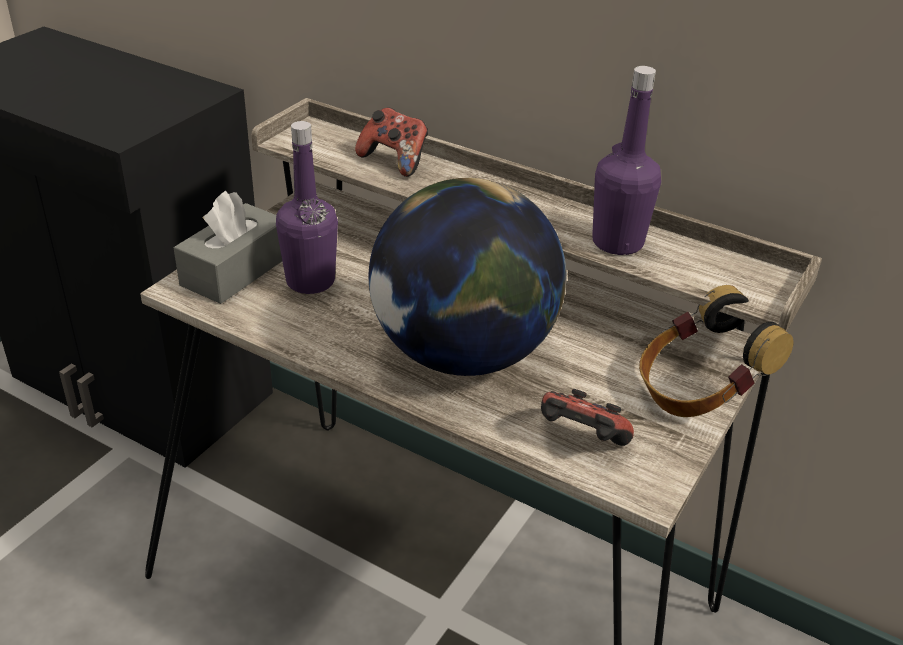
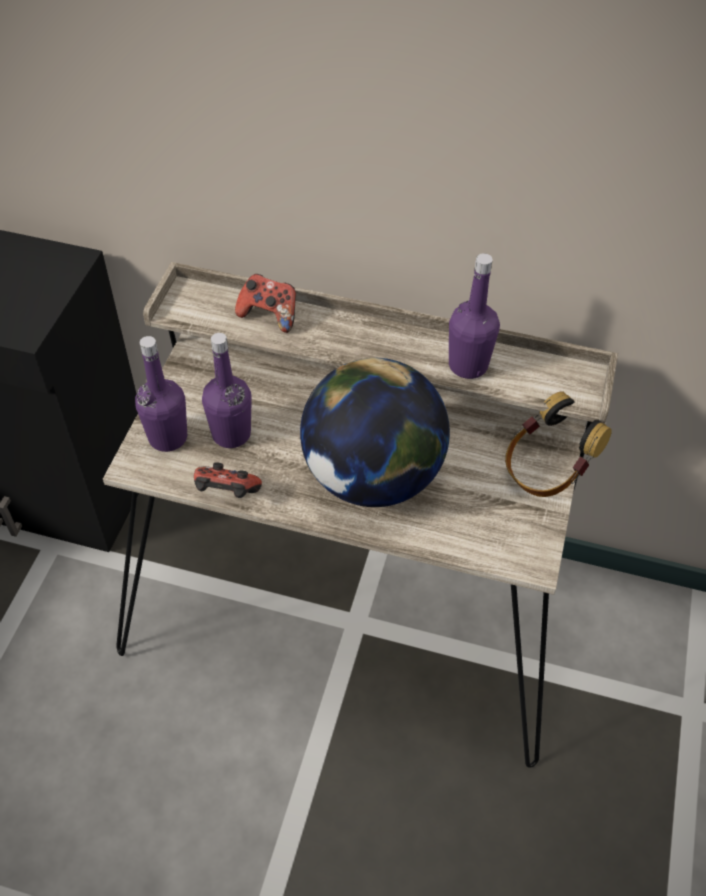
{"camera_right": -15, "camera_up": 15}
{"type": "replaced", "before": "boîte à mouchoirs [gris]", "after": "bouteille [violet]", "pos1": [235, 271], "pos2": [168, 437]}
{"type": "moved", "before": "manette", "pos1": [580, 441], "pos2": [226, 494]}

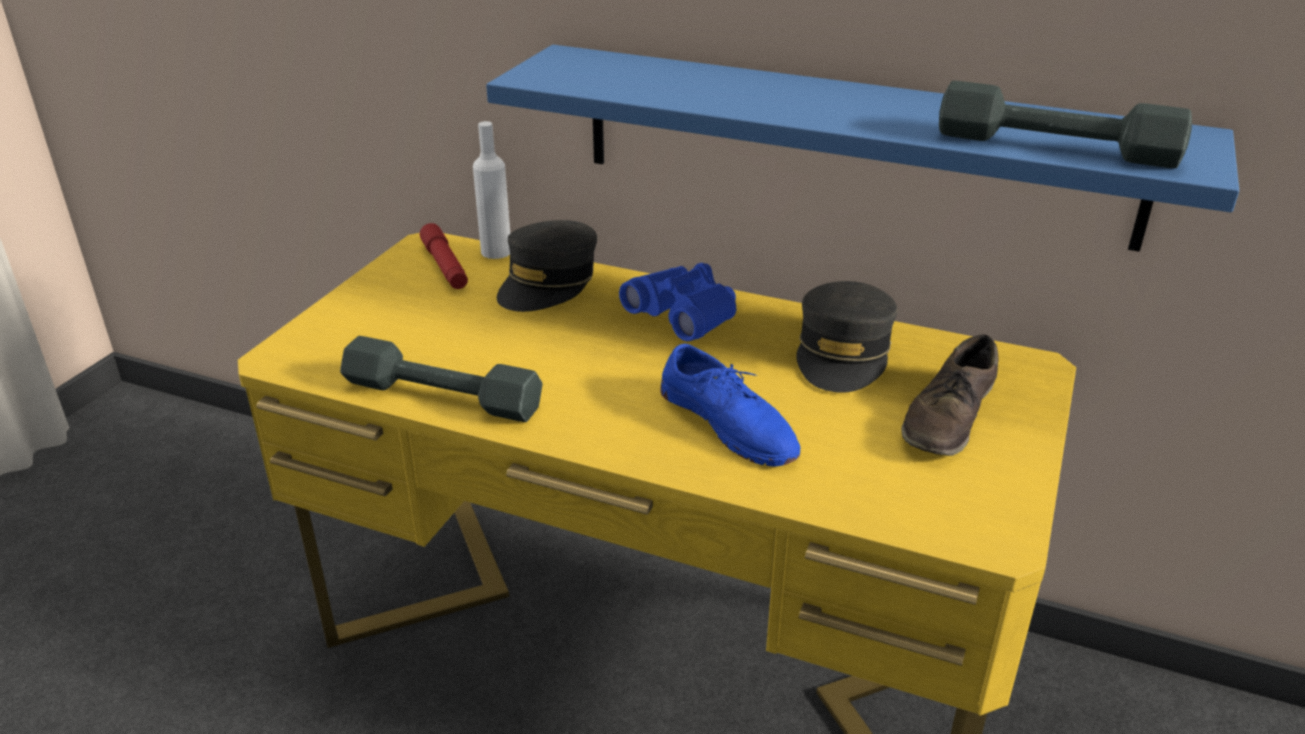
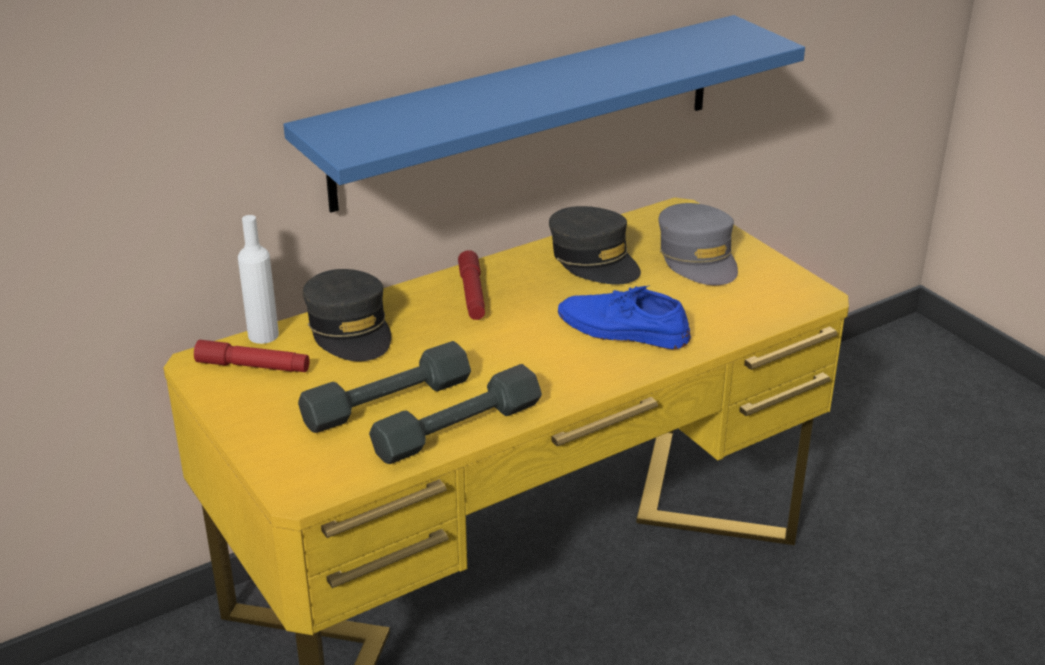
{"camera_right": -55, "camera_up": 0}
{"type": "moved", "before": "haltère [gris]", "pos1": [1055, 147], "pos2": [387, 402]}
{"type": "replaced", "before": "jumelles [bleu]", "after": "lampe de poche [rouge]", "pos1": [683, 314], "pos2": [472, 294]}
{"type": "turned", "before": "chaussure [bleu]", "pos1": [729, 422], "pos2": [622, 329], "turn": -150}
{"type": "replaced", "before": "chaussure [marron]", "after": "casquette [gris]", "pos1": [949, 417], "pos2": [698, 258]}

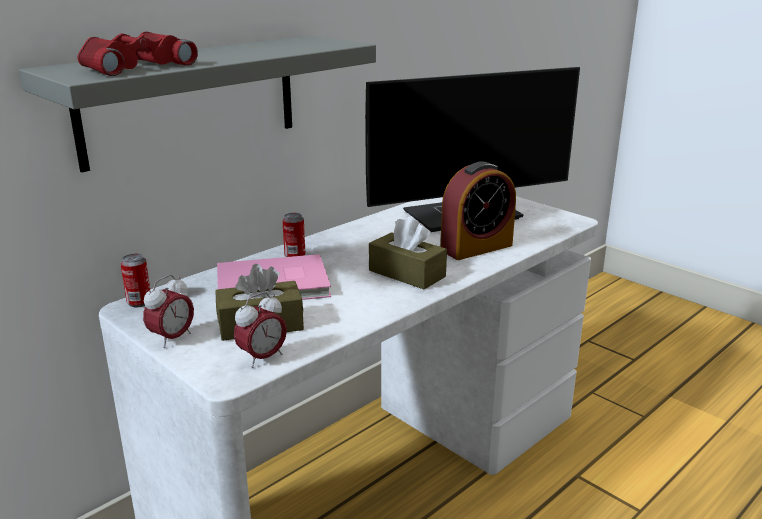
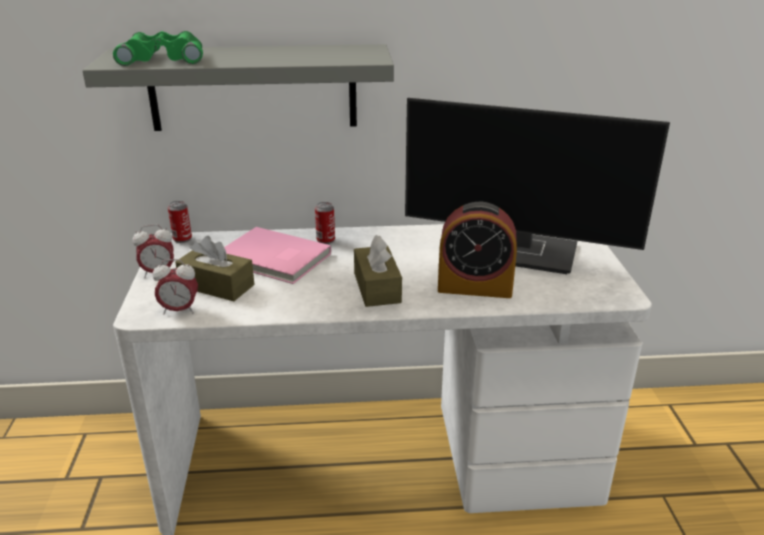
{"camera_right": 40, "camera_up": 5}
{"type": "recoloured", "before": "jumelles [rouge]", "after": "jumelles [vert]", "pos1": [133, 66], "pos2": [163, 58]}

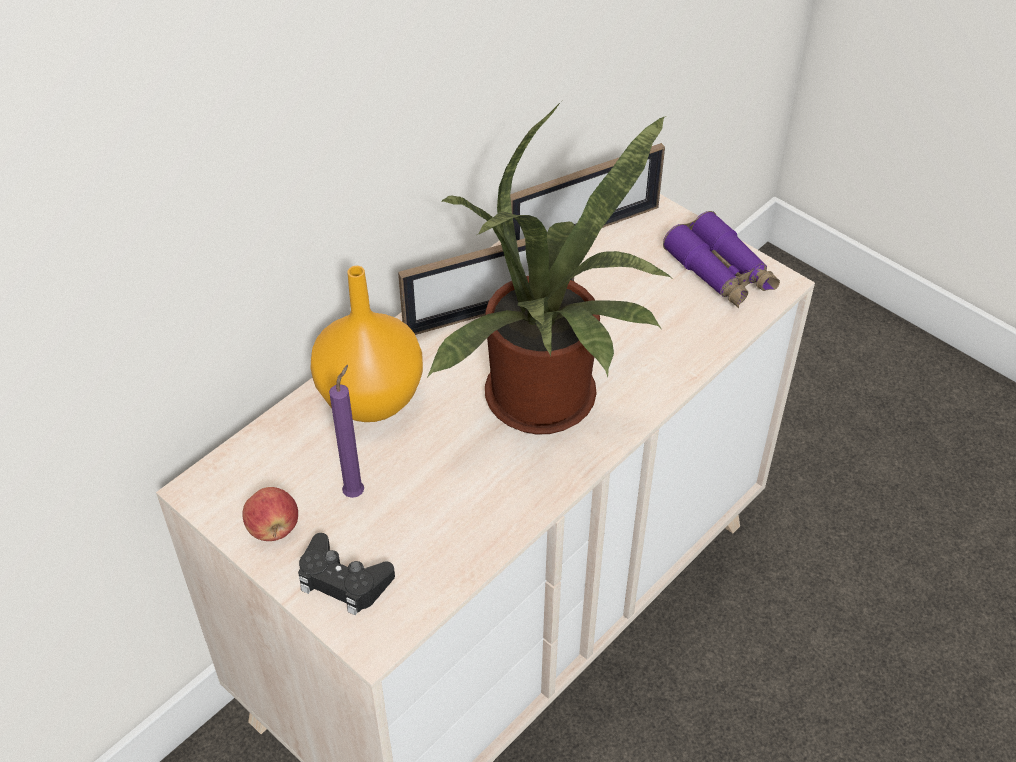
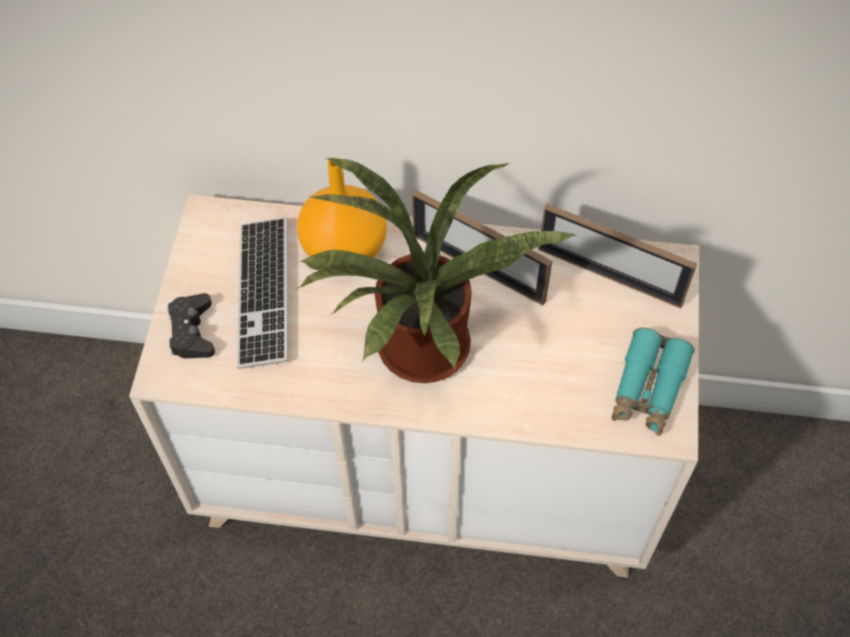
{"camera_right": 55, "camera_up": 10}
{"type": "replaced", "before": "bougie [violet]", "after": "clavier", "pos1": [356, 491], "pos2": [264, 293]}
{"type": "recoloured", "before": "jumelles [violet]", "after": "jumelles [turquoise]", "pos1": [720, 272], "pos2": [648, 389]}
{"type": "removed", "before": "pomme", "pos1": [273, 528]}

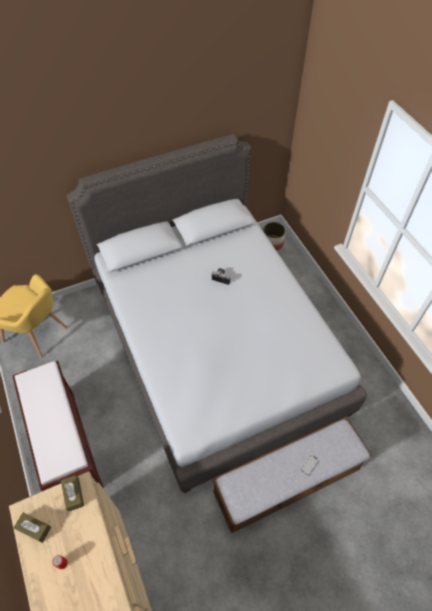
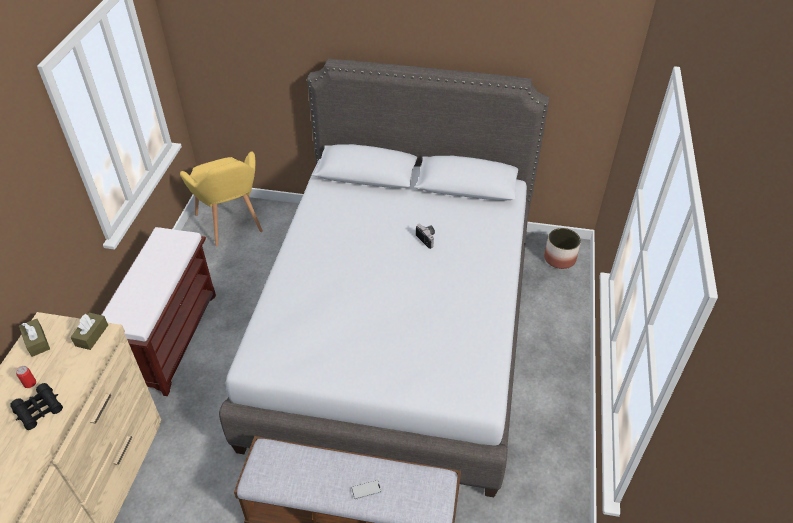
{"camera_right": 35, "camera_up": -10}
{"type": "added", "after": "jumelles [noir]", "pos2": [39, 410]}

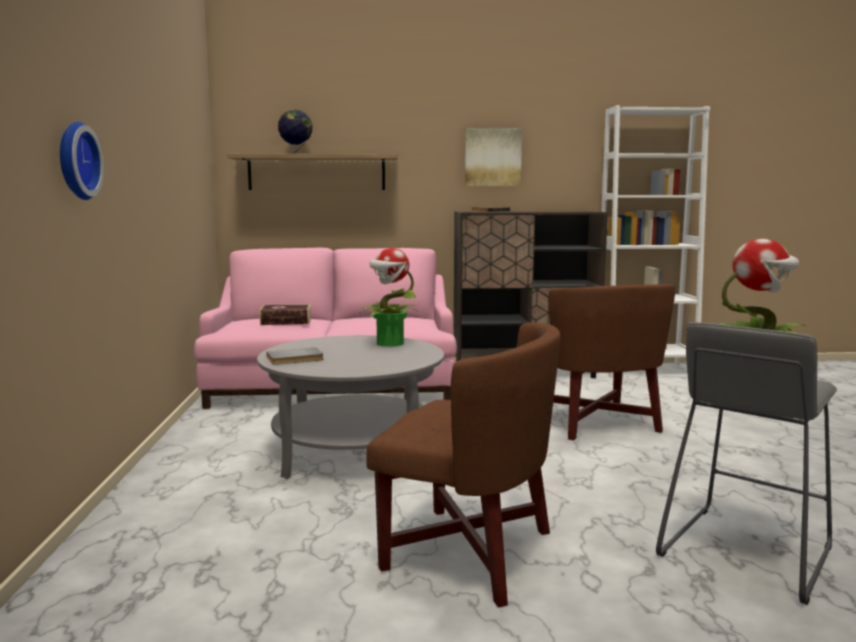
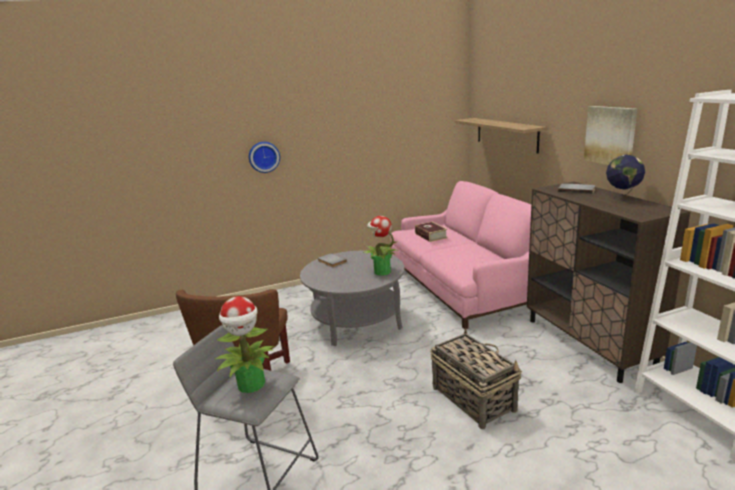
{"camera_right": 75, "camera_up": 10}
{"type": "replaced", "before": "fauteuil [marron]", "after": "panier", "pos1": [598, 423], "pos2": [472, 398]}
{"type": "moved", "before": "globe", "pos1": [296, 154], "pos2": [622, 198]}

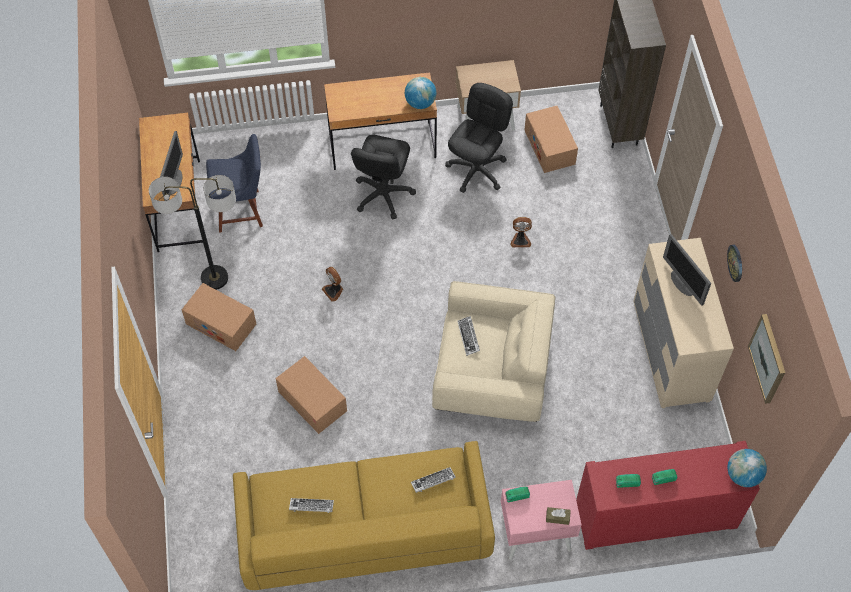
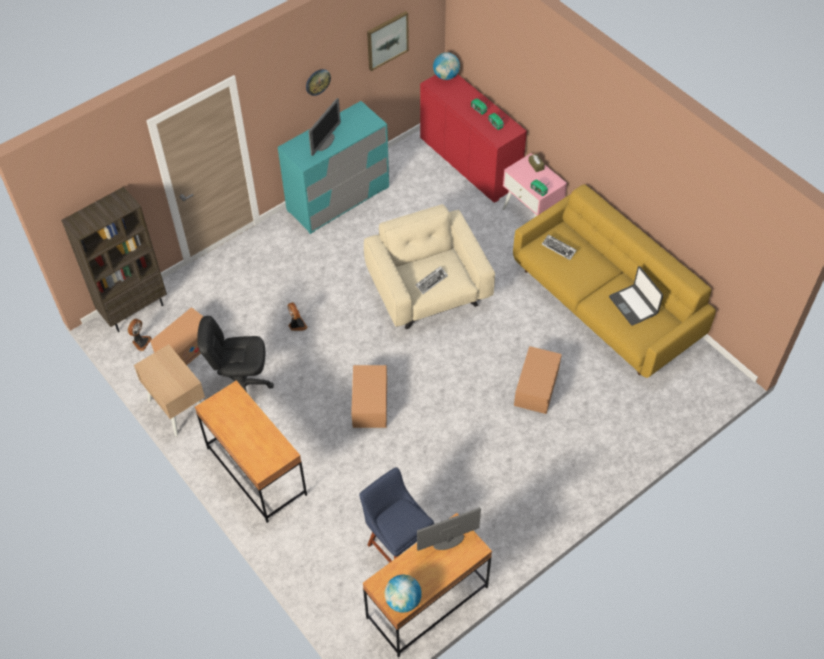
{"camera_right": -120, "camera_up": -5}
{"type": "moved", "before": "ventilateur", "pos1": [334, 291], "pos2": [141, 342]}
{"type": "recoloured", "before": "commode [beige]", "after": "commode [turquoise]", "pos1": [671, 351], "pos2": [338, 199]}
{"type": "moved", "before": "carton", "pos1": [221, 324], "pos2": [370, 403]}
{"type": "moved", "before": "globe", "pos1": [420, 103], "pos2": [403, 600]}
{"type": "replaced", "before": "clavier", "after": "ordinateur portable", "pos1": [311, 506], "pos2": [633, 305]}
{"type": "removed", "before": "lampadaire", "pos1": [214, 278]}
{"type": "removed", "before": "chaise de bureau [noir]", "pos1": [383, 194]}

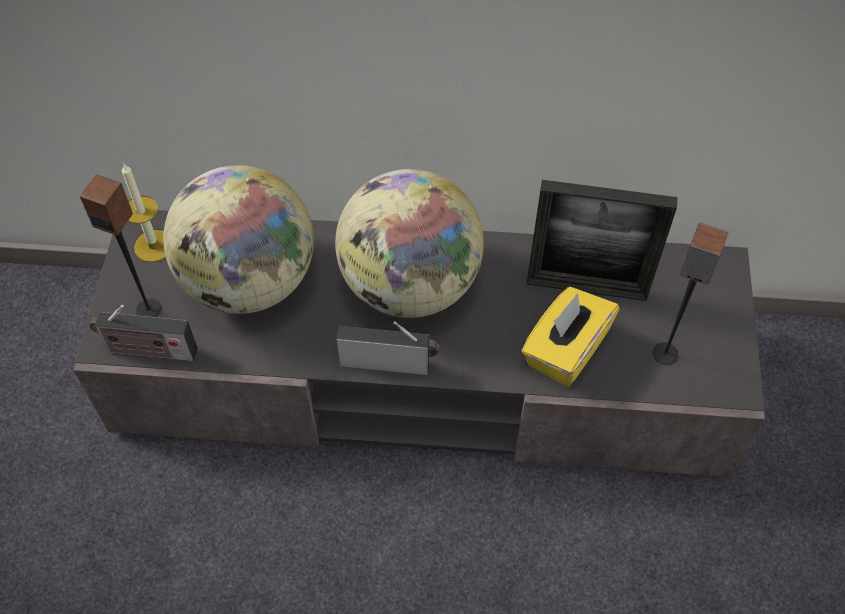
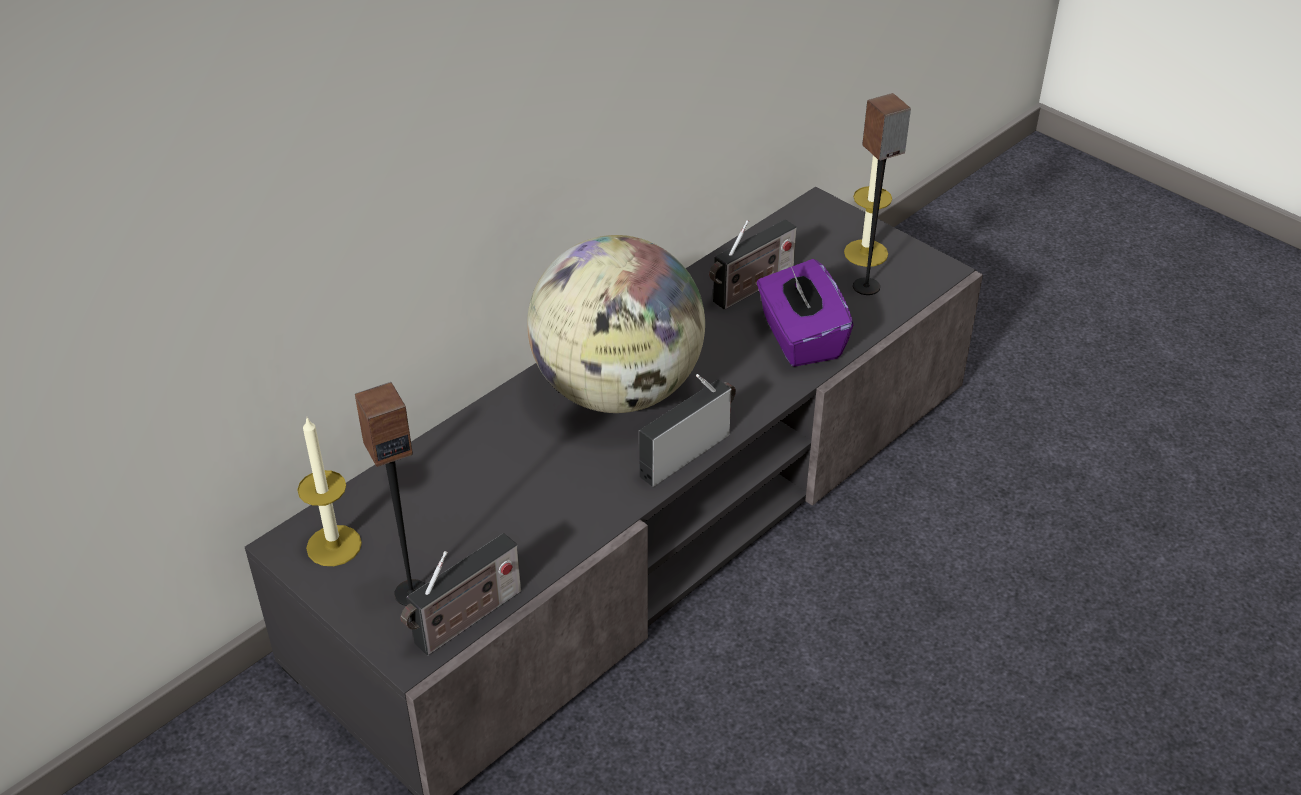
{"camera_right": -50, "camera_up": -15}
{"type": "replaced", "before": "cadre photo", "after": "radio", "pos1": [586, 287], "pos2": [750, 289]}
{"type": "recoloured", "before": "boîte à mouchoirs [jaune]", "after": "boîte à mouchoirs [violet]", "pos1": [565, 350], "pos2": [800, 338]}
{"type": "added", "after": "bougie", "pos2": [866, 253]}
{"type": "removed", "before": "globe", "pos1": [249, 281]}

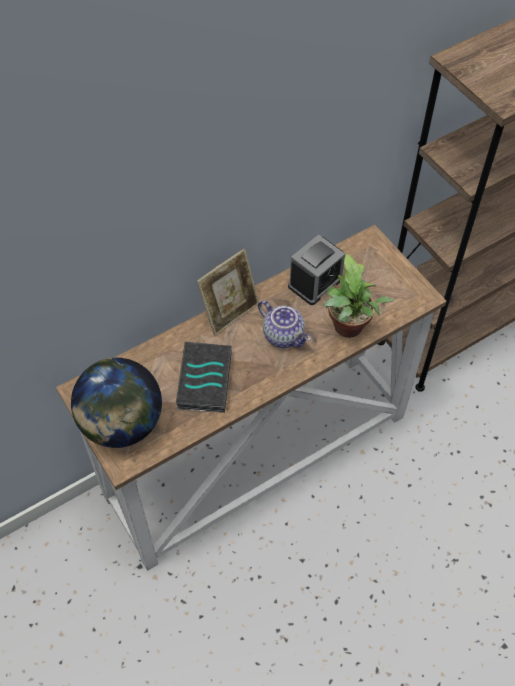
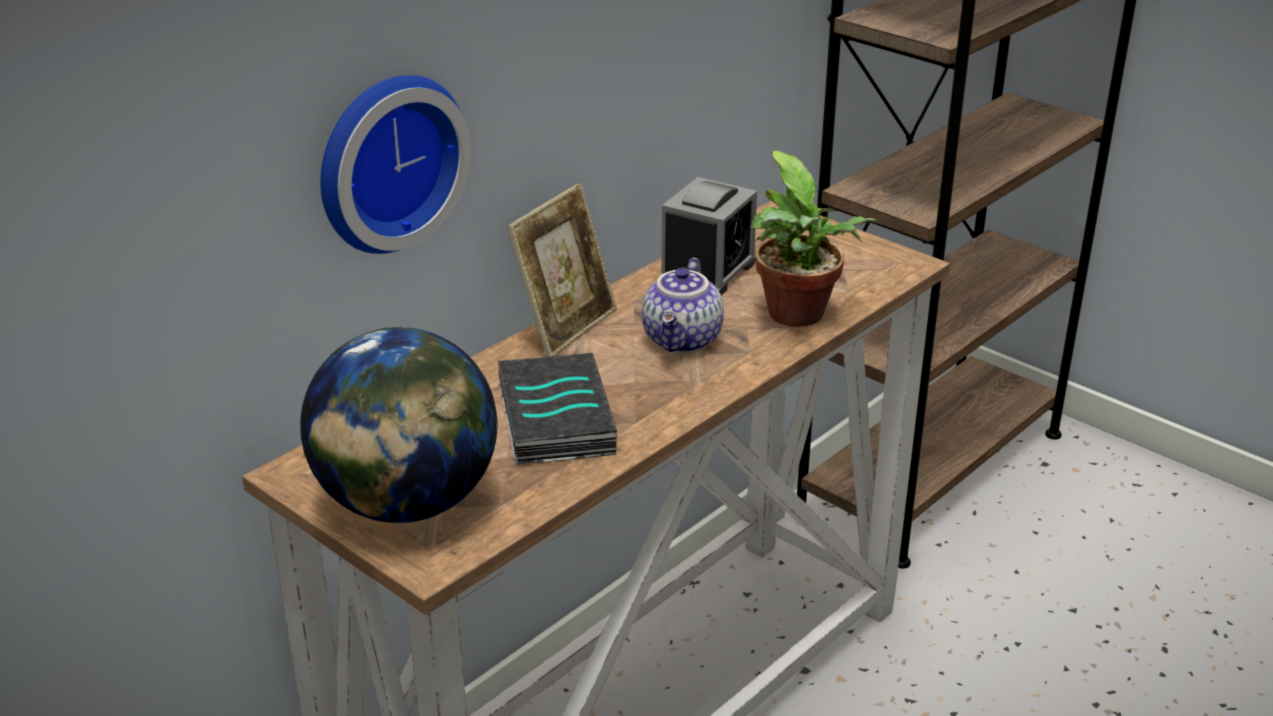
{"camera_right": -15, "camera_up": -25}
{"type": "added", "after": "horloge murale", "pos2": [385, 160]}
{"type": "turned", "before": "théière", "pos1": [284, 335], "pos2": [684, 340], "turn": 75}

